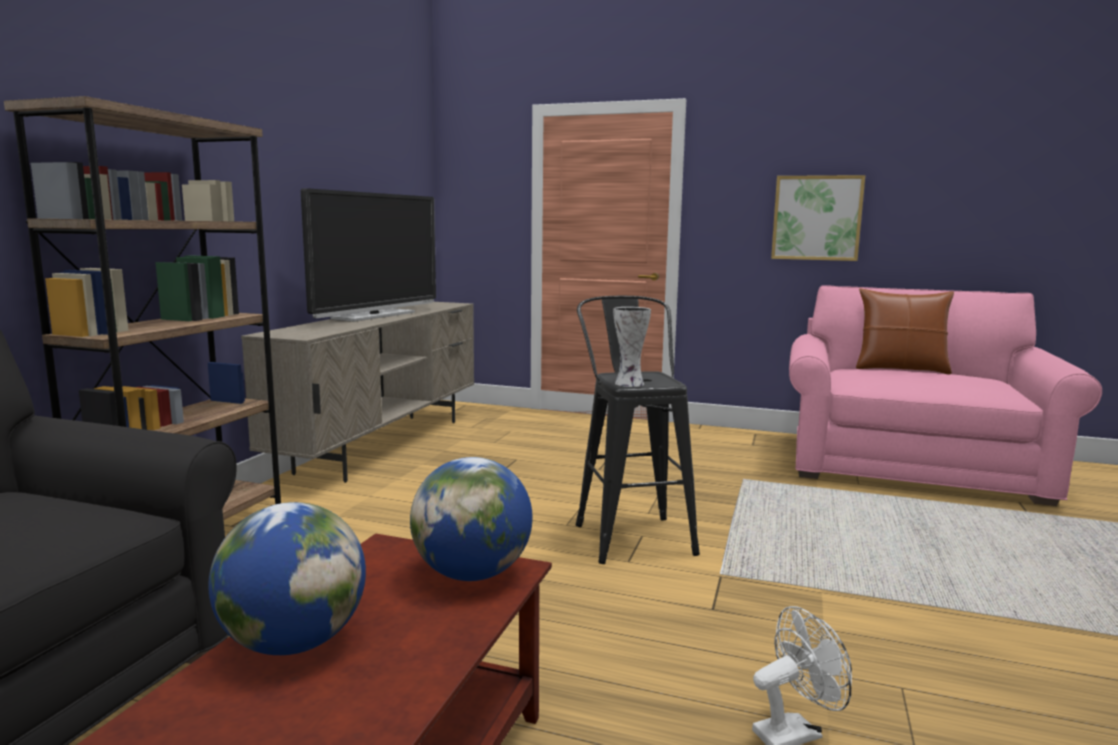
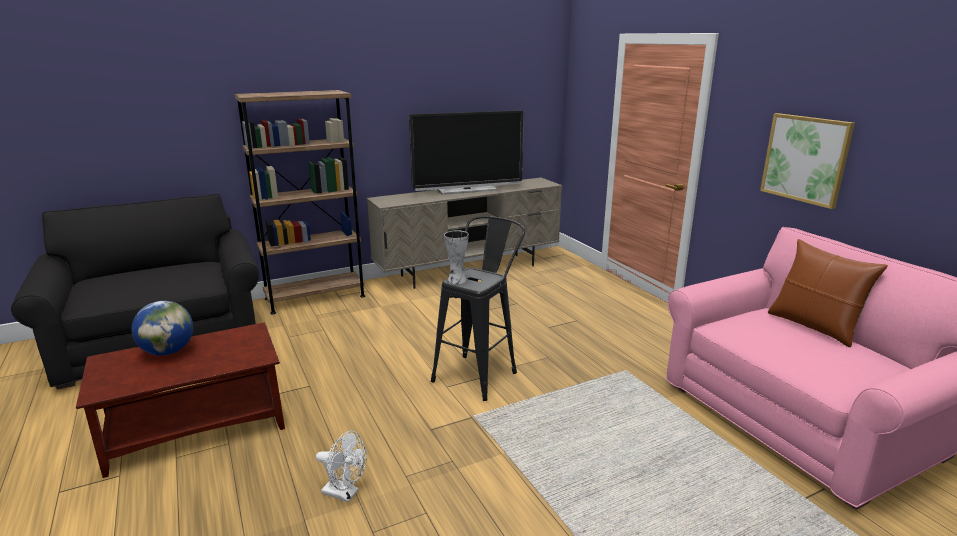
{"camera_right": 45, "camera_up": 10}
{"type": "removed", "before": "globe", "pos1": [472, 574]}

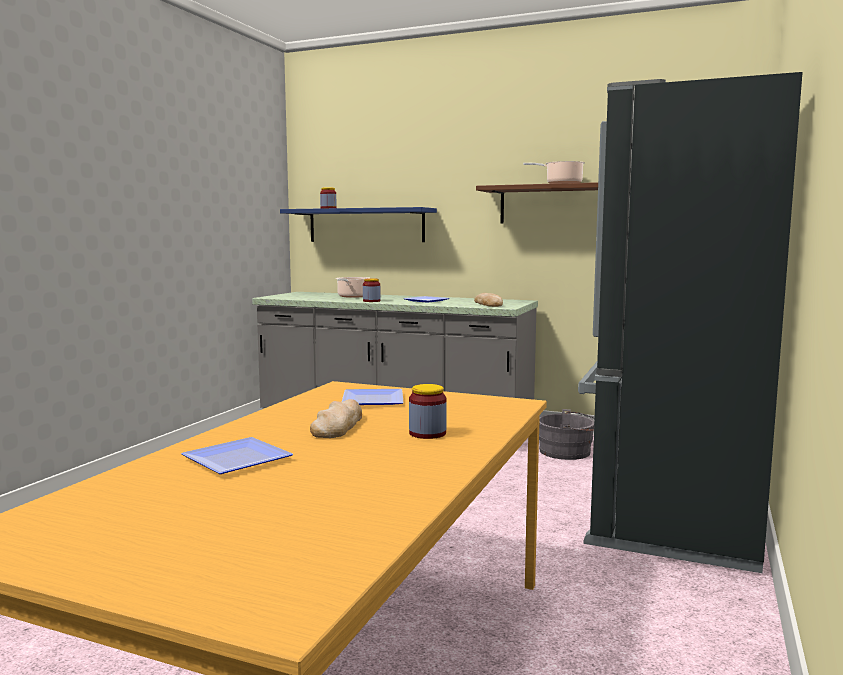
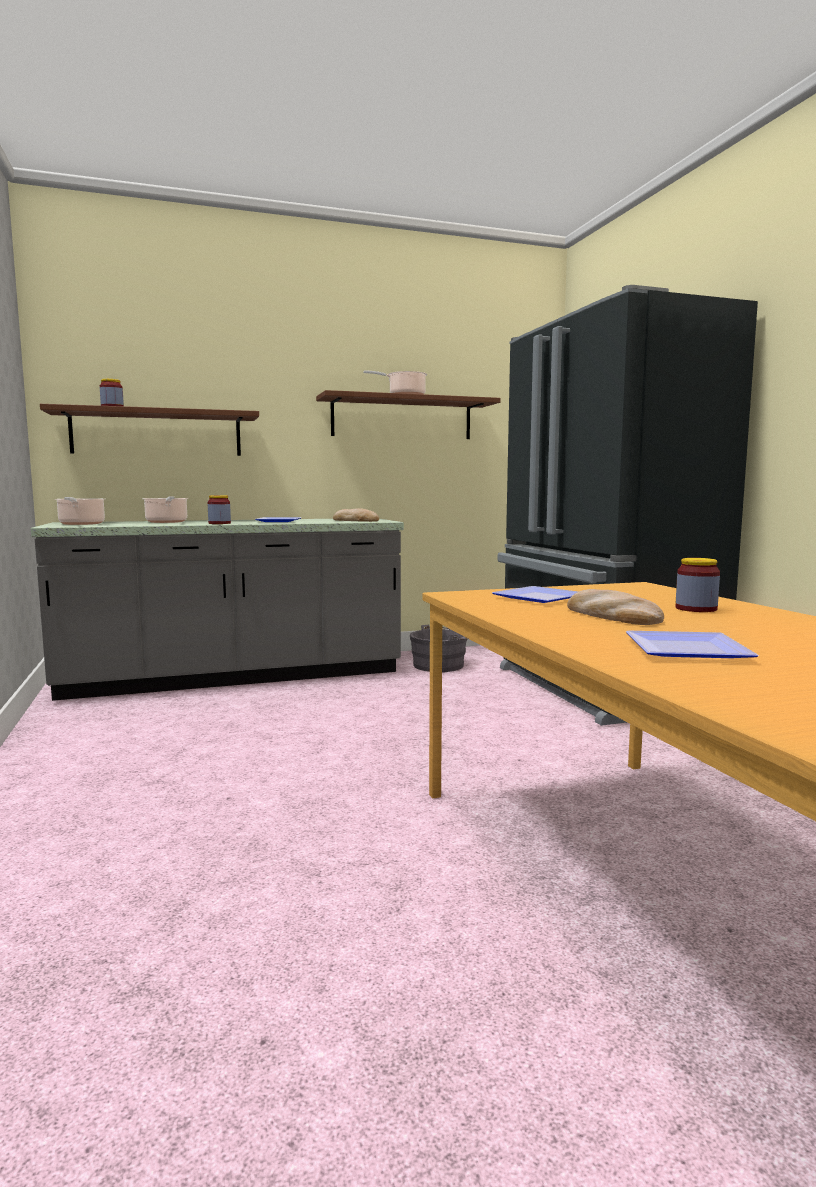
{"camera_right": -40, "camera_up": 0}
{"type": "recoloured", "before": "étagère [bleu]", "after": "étagère [marron]", "pos1": [366, 225], "pos2": [157, 433]}
{"type": "added", "after": "marmite", "pos2": [81, 524]}

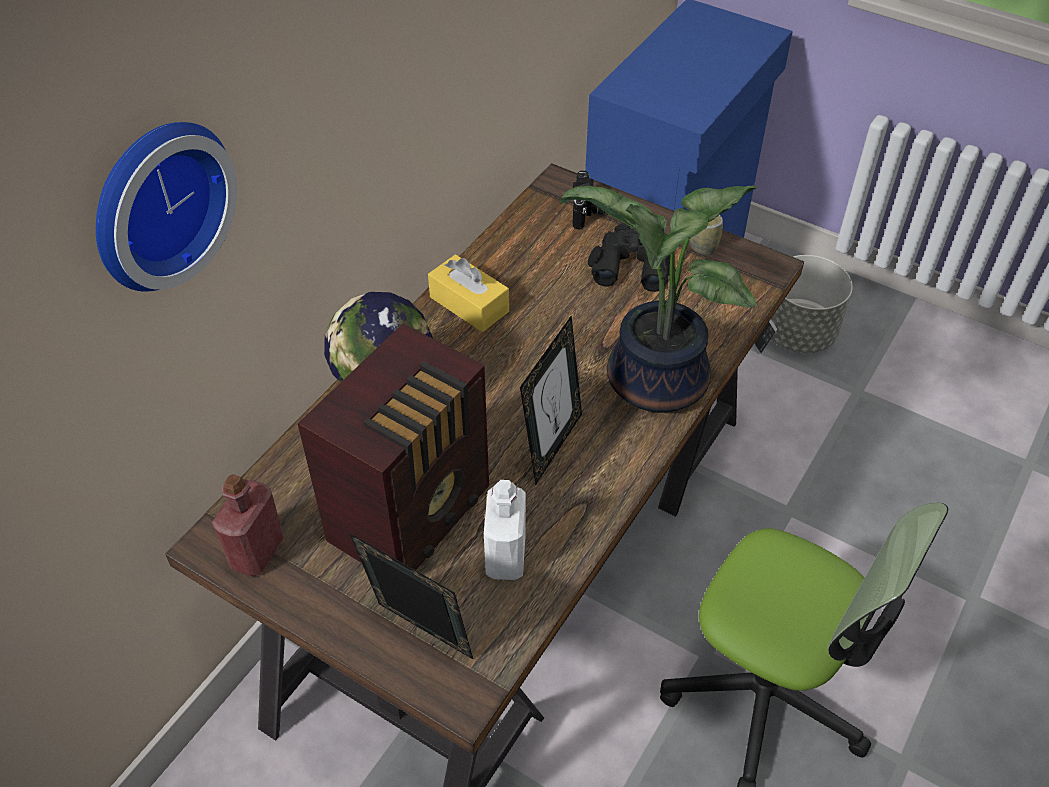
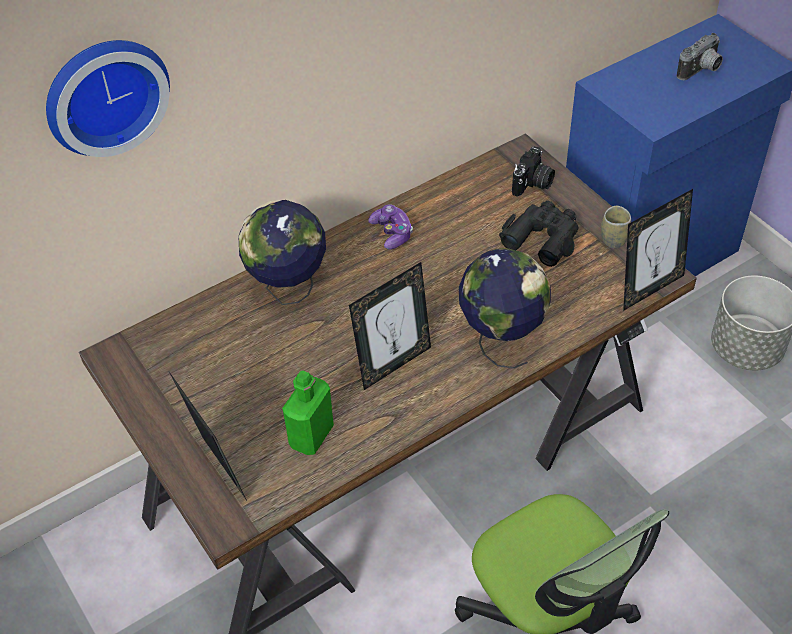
{"camera_right": 25, "camera_up": 0}
{"type": "recoloured", "before": "bouteille [blanc]", "after": "bouteille [vert]", "pos1": [505, 557], "pos2": [311, 436]}
{"type": "replaced", "before": "boîte à mouchoirs [jaune]", "after": "manette", "pos1": [469, 304], "pos2": [392, 233]}
{"type": "replaced", "before": "plante en pot", "after": "globe", "pos1": [651, 383], "pos2": [501, 340]}
{"type": "added", "after": "cadre photo", "pos2": [649, 288]}
{"type": "added", "after": "appareil photo", "pos2": [701, 71]}
{"type": "removed", "before": "bouteille [rouge]", "pos1": [257, 552]}
{"type": "removed", "before": "radio", "pos1": [414, 513]}

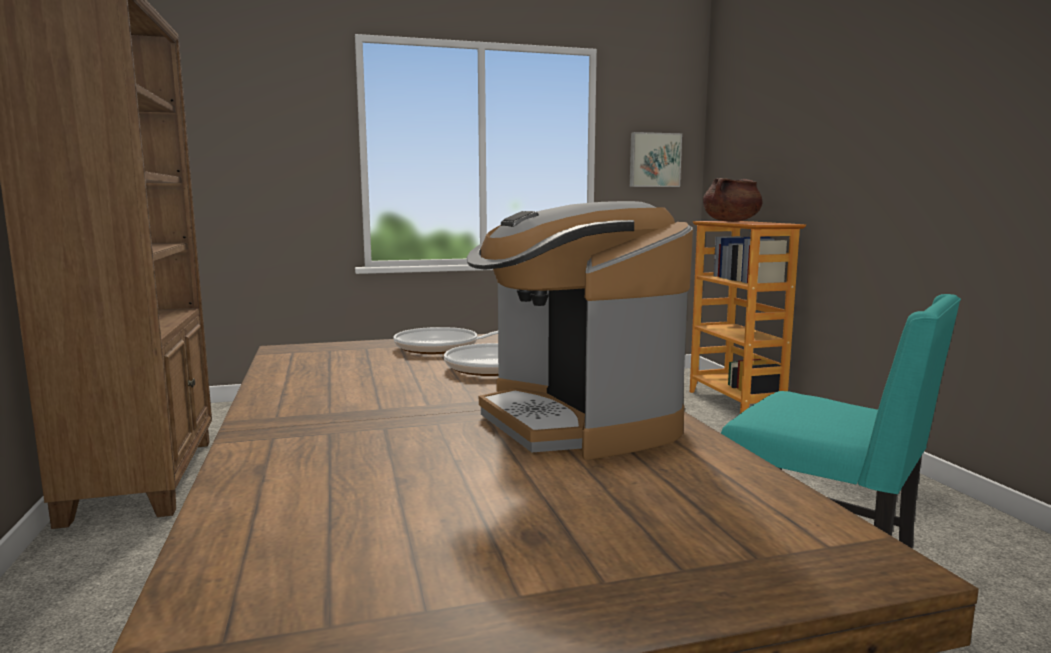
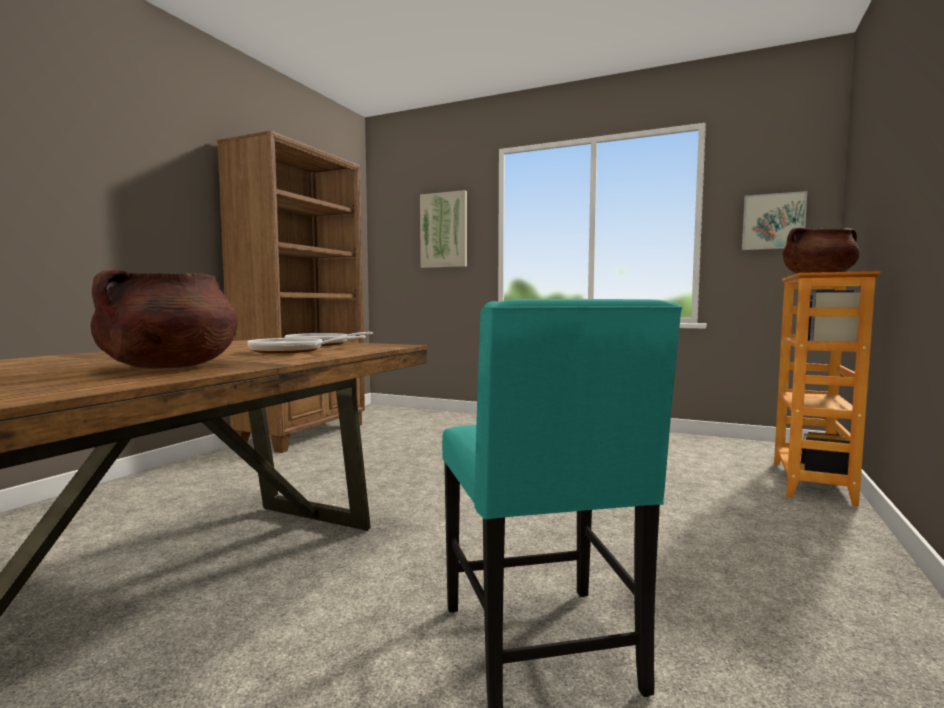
{"camera_right": 40, "camera_up": -5}
{"type": "replaced", "before": "machine à café", "after": "marmite [marron]", "pos1": [576, 422], "pos2": [170, 367]}
{"type": "added", "after": "tableau", "pos2": [444, 230]}

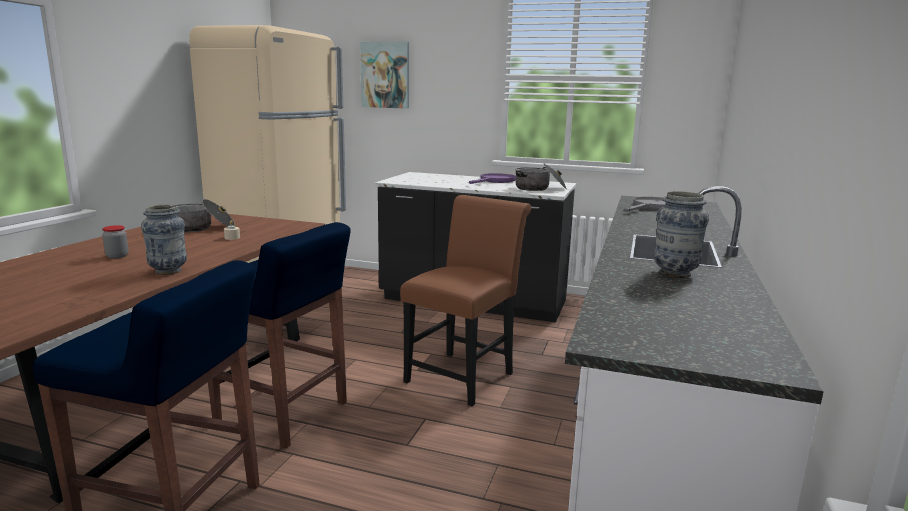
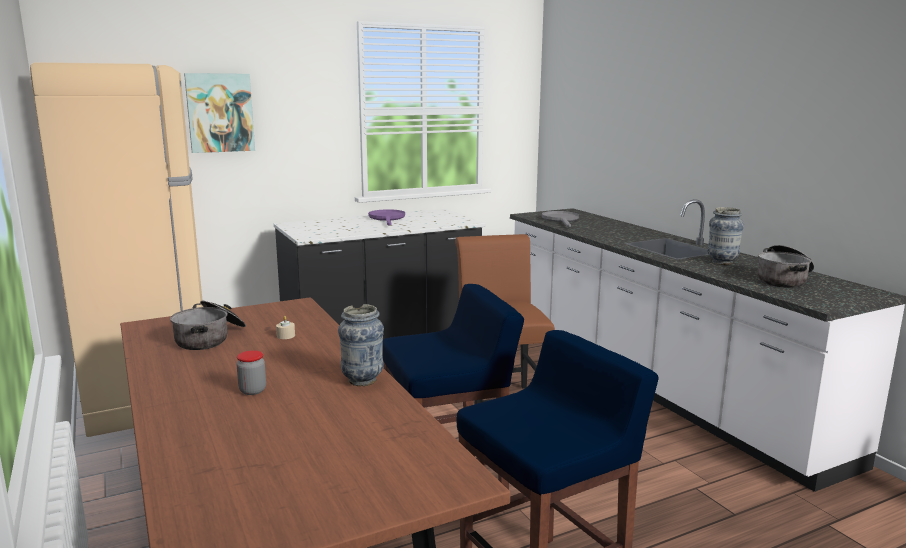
{"camera_right": -45, "camera_up": 0}
{"type": "moved", "before": "marmite", "pos1": [540, 188], "pos2": [783, 279]}

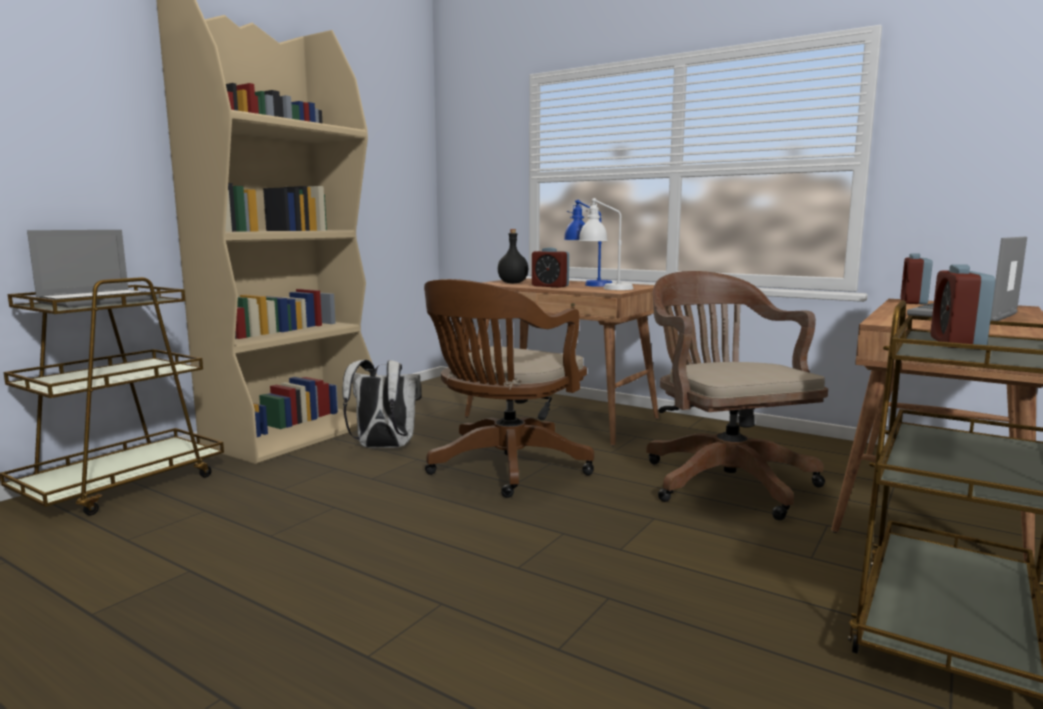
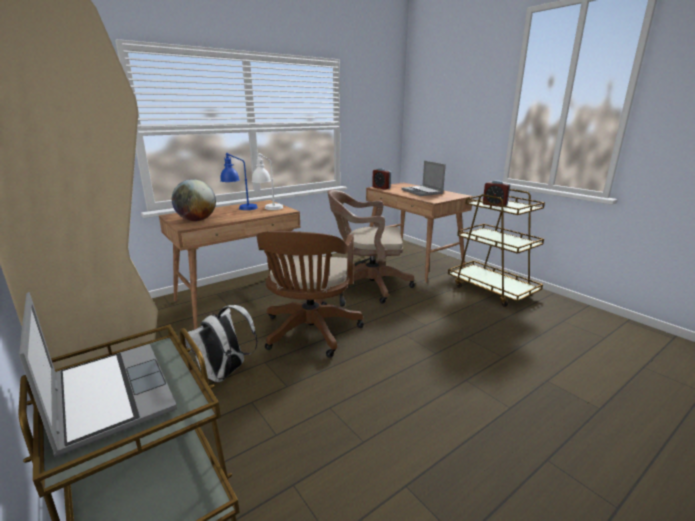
{"camera_right": -70, "camera_up": 10}
{"type": "replaced", "before": "bouteille [noir]", "after": "globe", "pos1": [513, 283], "pos2": [197, 220]}
{"type": "turned", "before": "chaise de bureau [marron]", "pos1": [504, 468], "pos2": [310, 333], "turn": 45}
{"type": "removed", "before": "réveil", "pos1": [550, 286]}

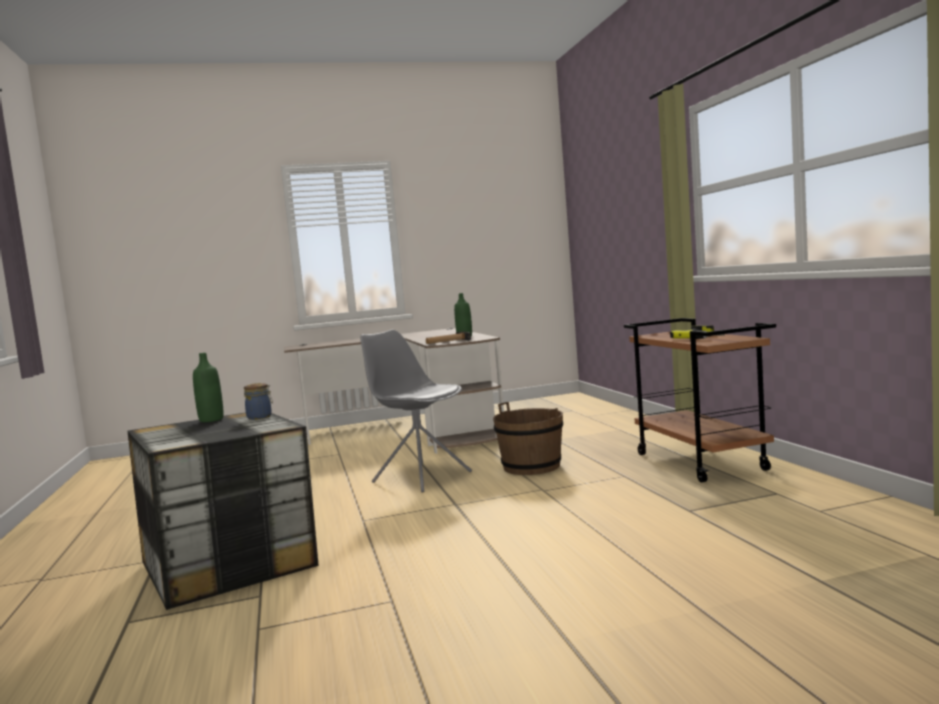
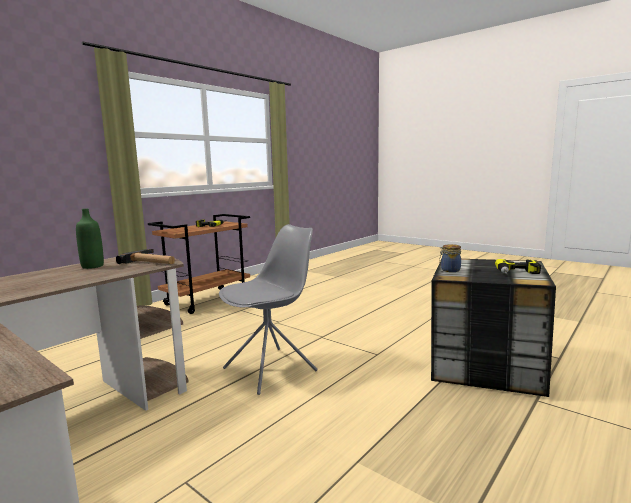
{"camera_right": -125, "camera_up": 5}
{"type": "turned", "before": "chaise [gris]", "pos1": [420, 477], "pos2": [271, 369], "turn": -135}
{"type": "added", "after": "perceuse", "pos2": [518, 274]}
{"type": "removed", "before": "bouteille [vert]", "pos1": [211, 420]}
{"type": "removed", "before": "seau [marron]", "pos1": [531, 467]}

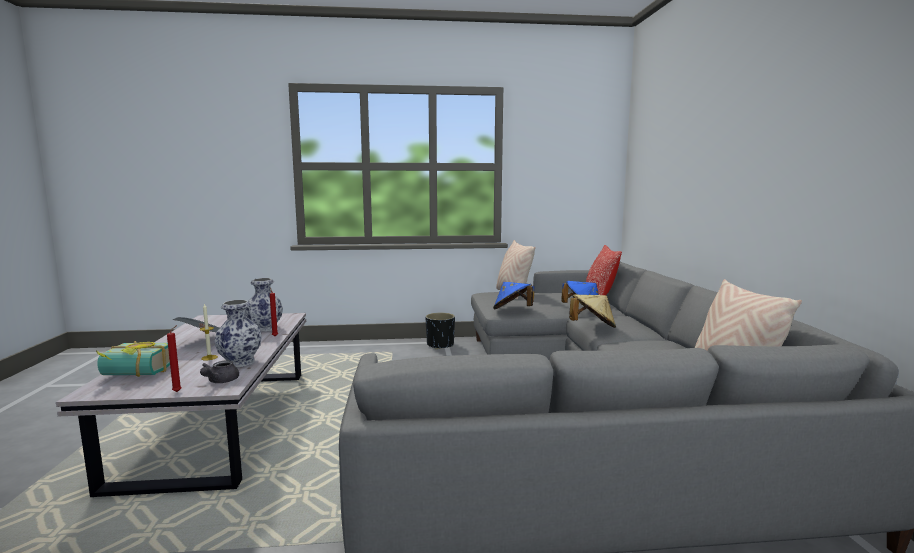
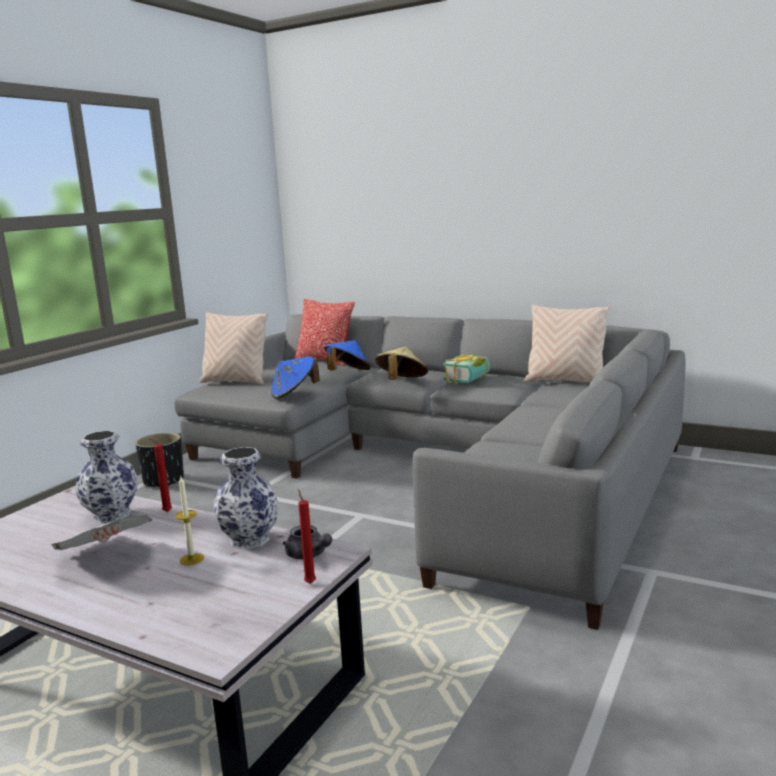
{"camera_right": -55, "camera_up": 5}
{"type": "moved", "before": "livre", "pos1": [134, 375], "pos2": [471, 380]}

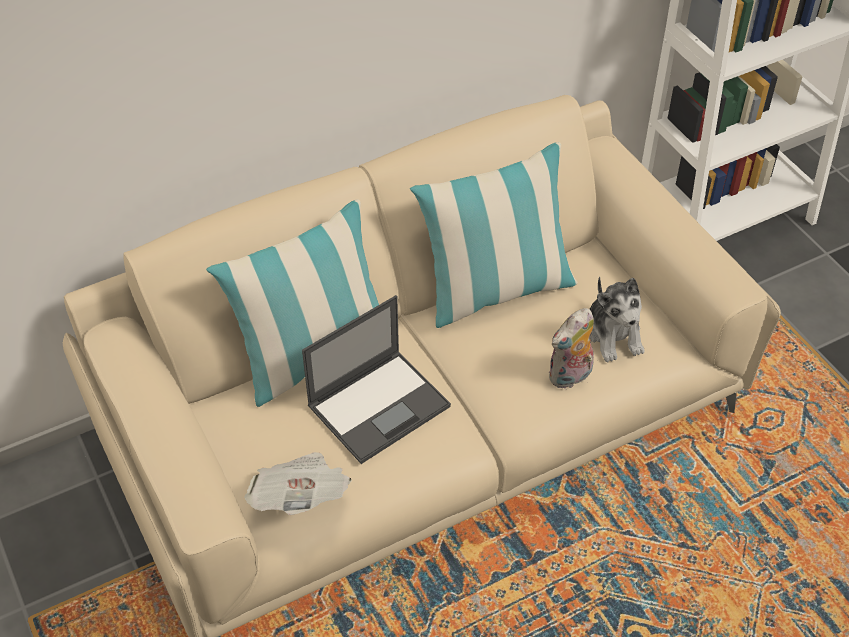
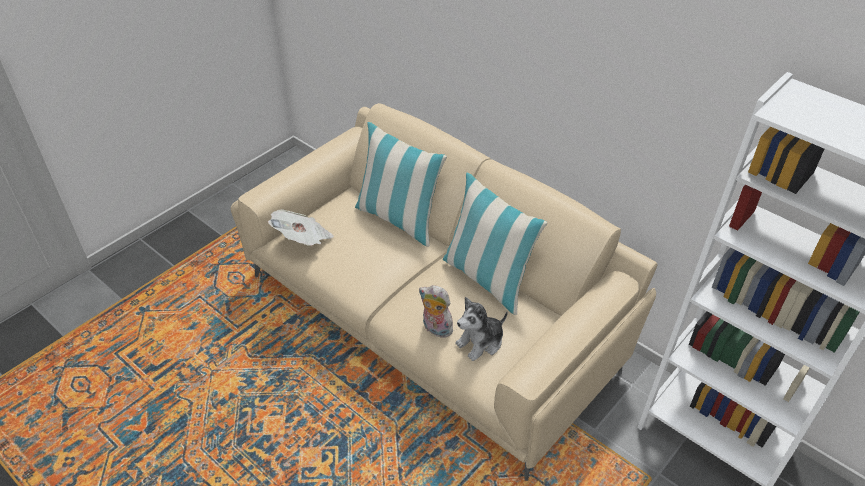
{"camera_right": 70, "camera_up": -5}
{"type": "removed", "before": "ordinateur portable", "pos1": [380, 405]}

